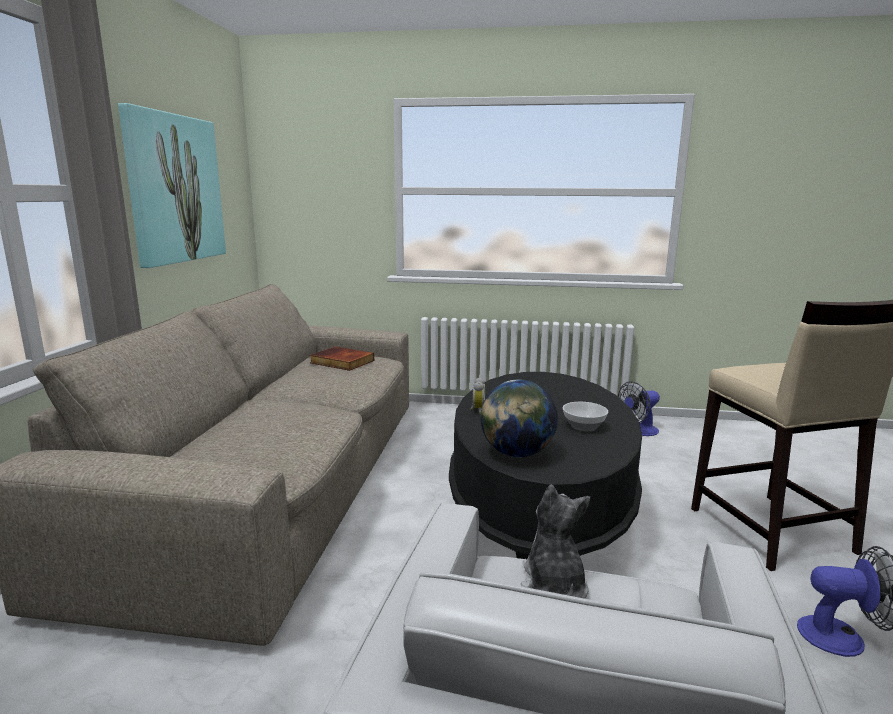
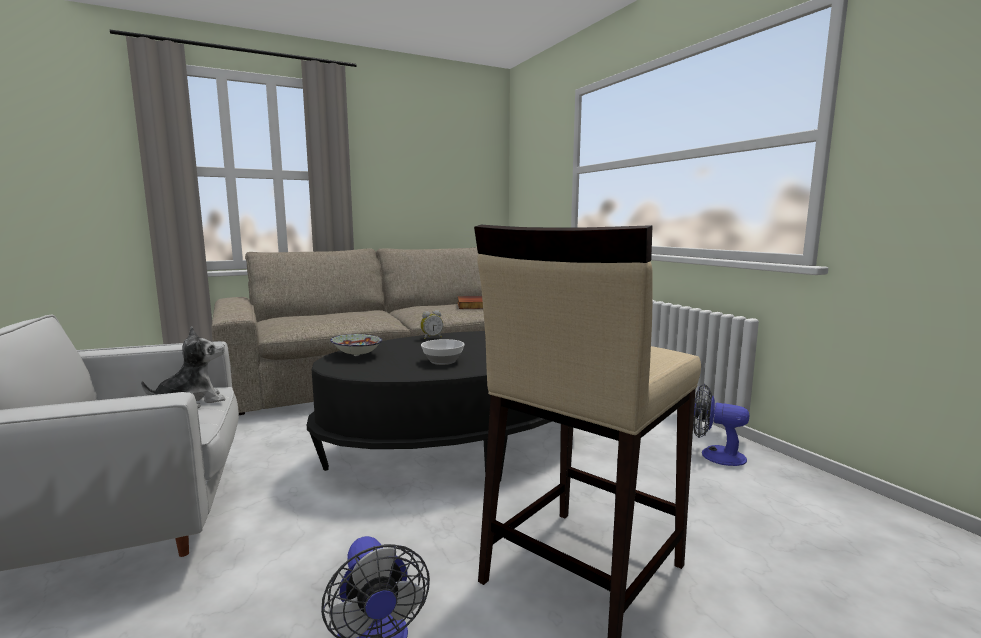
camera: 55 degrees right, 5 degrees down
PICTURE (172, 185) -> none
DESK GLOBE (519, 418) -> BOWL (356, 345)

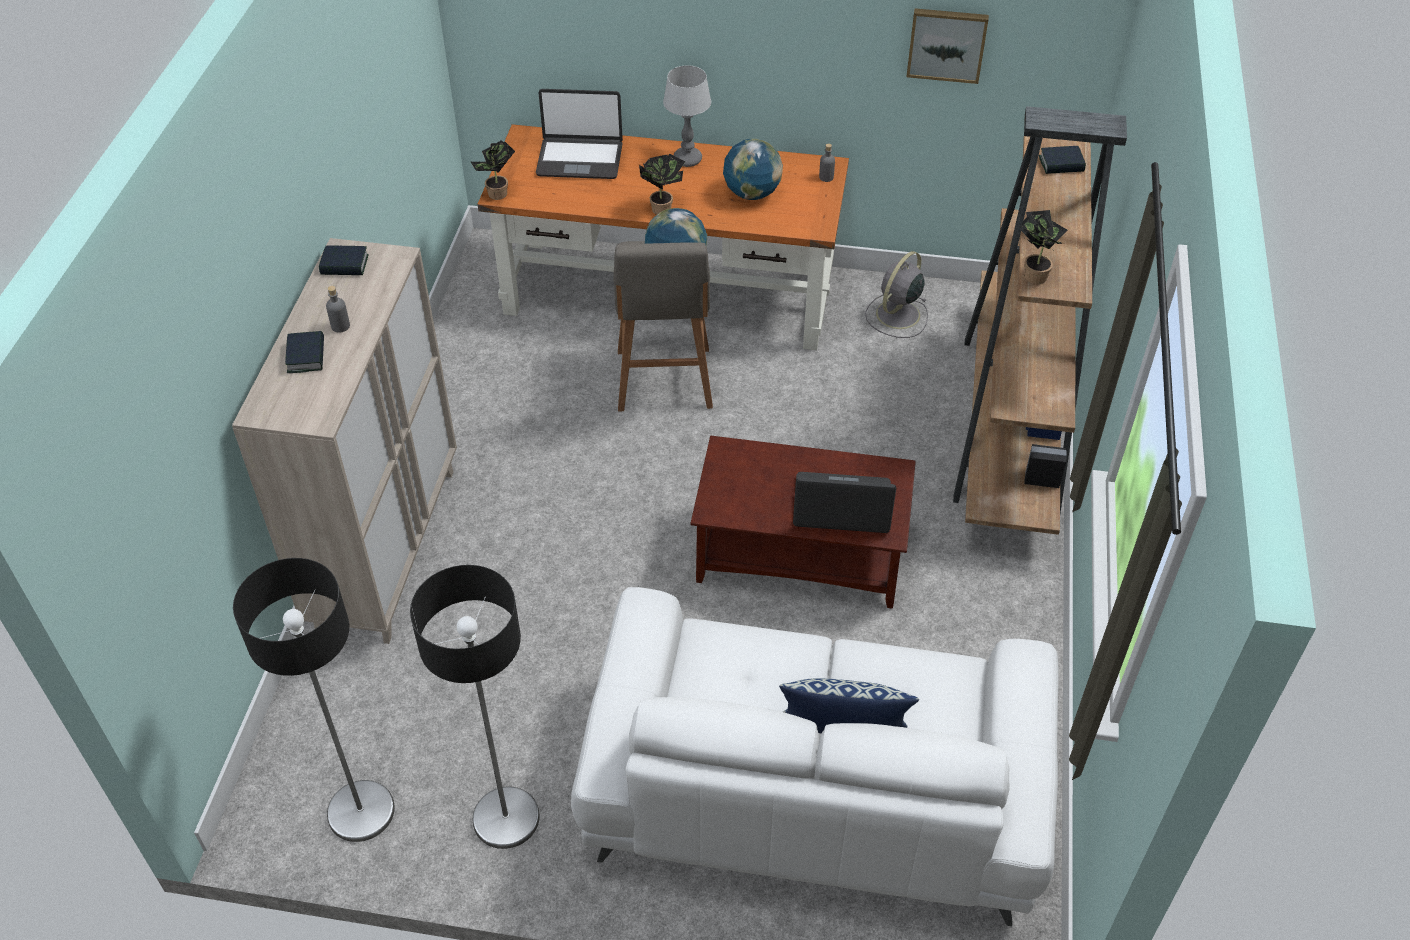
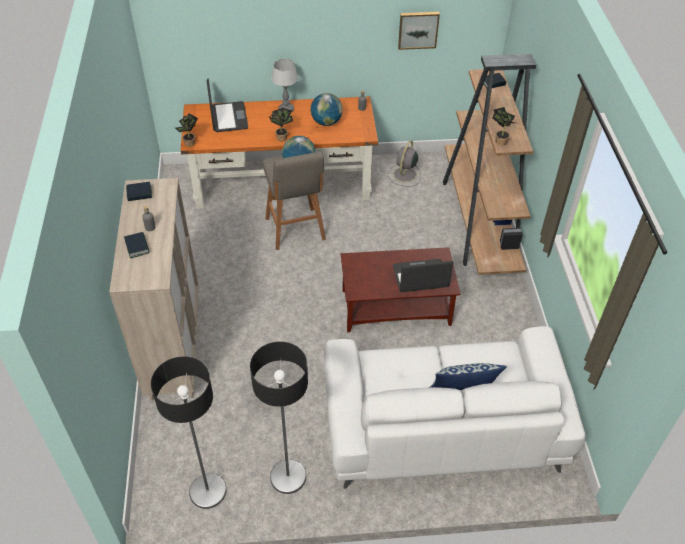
camera: 15 degrees left, 0 degrees up
NOTEBOOK COMPUTER (579, 134) -> NOTEBOOK COMPUTER (227, 105), 90 degrees counterclockwise

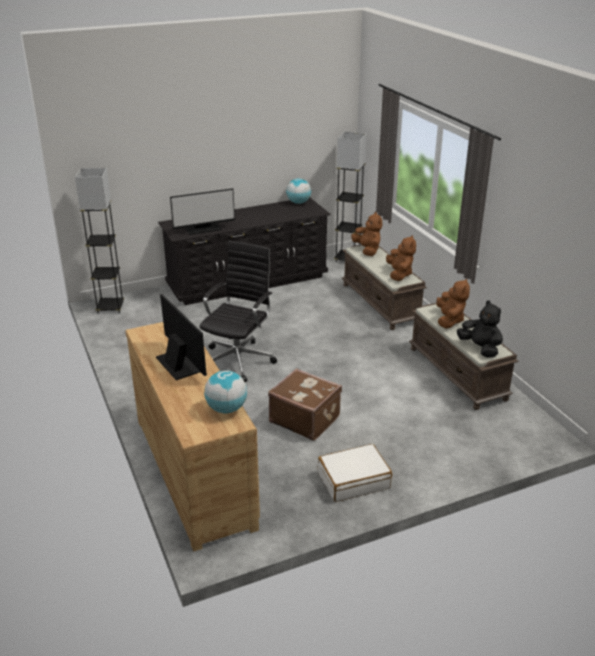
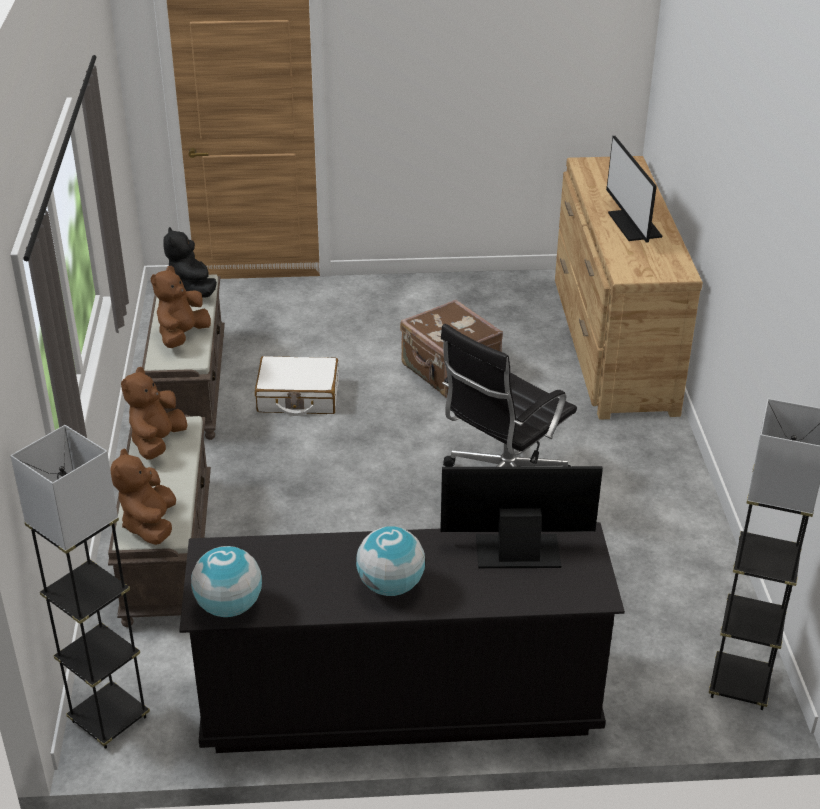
camera: 160 degrees left, 5 degrees up
DESK GLOBE (225, 391) -> DESK GLOBE (390, 561), relocated
WHITE TRAVEL CASE (355, 473) -> WHITE TRAVEL CASE (297, 386), relocated

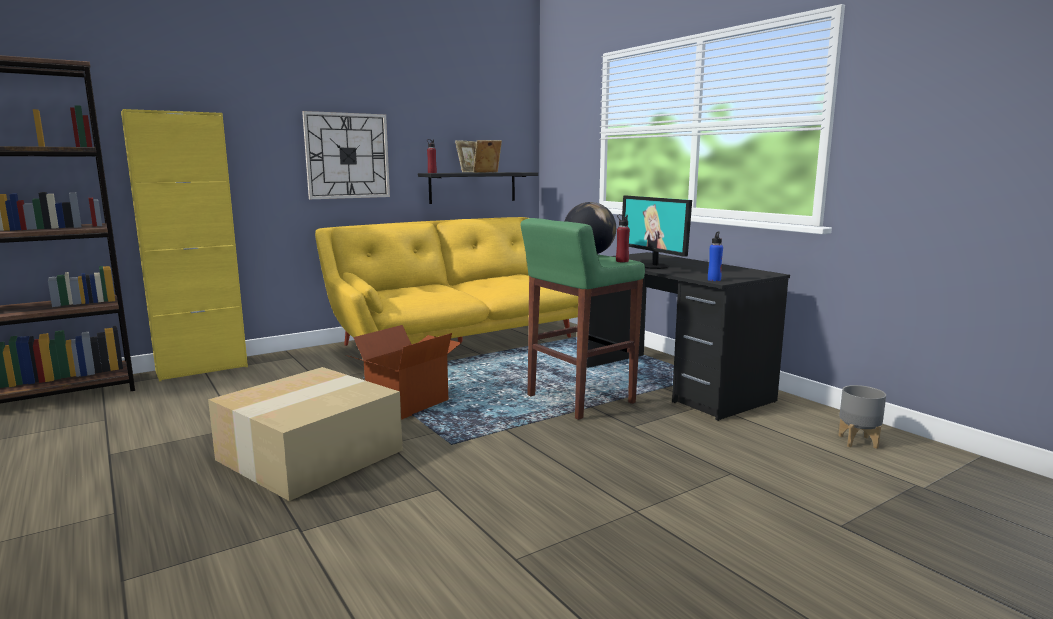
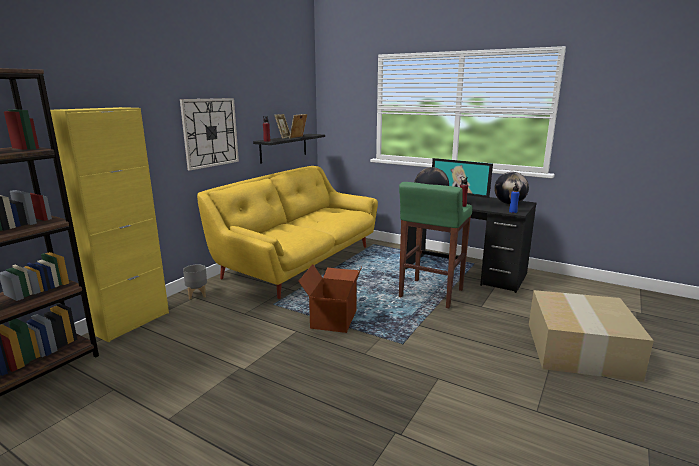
camera: 25 degrees left, 5 degrees up
CARTON (305, 434) -> CARTON (591, 336), relocated
GREY PLANT POT (862, 417) -> GREY PLANT POT (195, 281), relocated
none -> DESK GLOBE (511, 188)

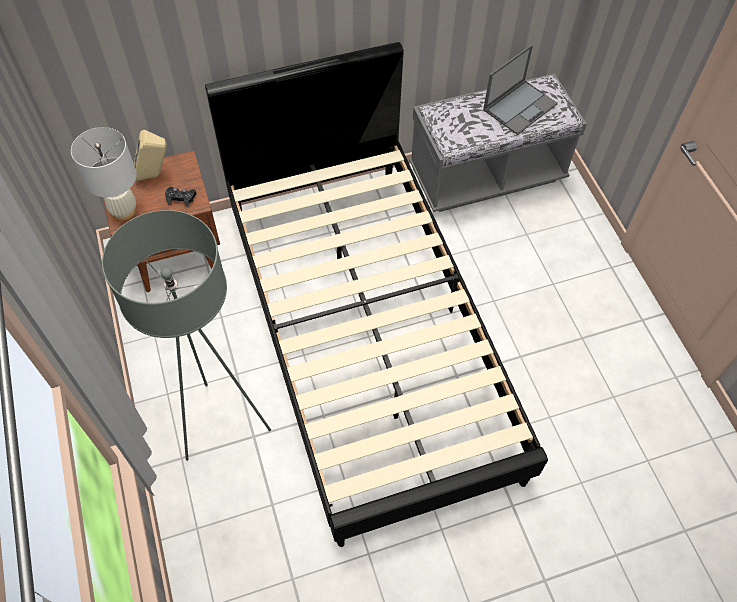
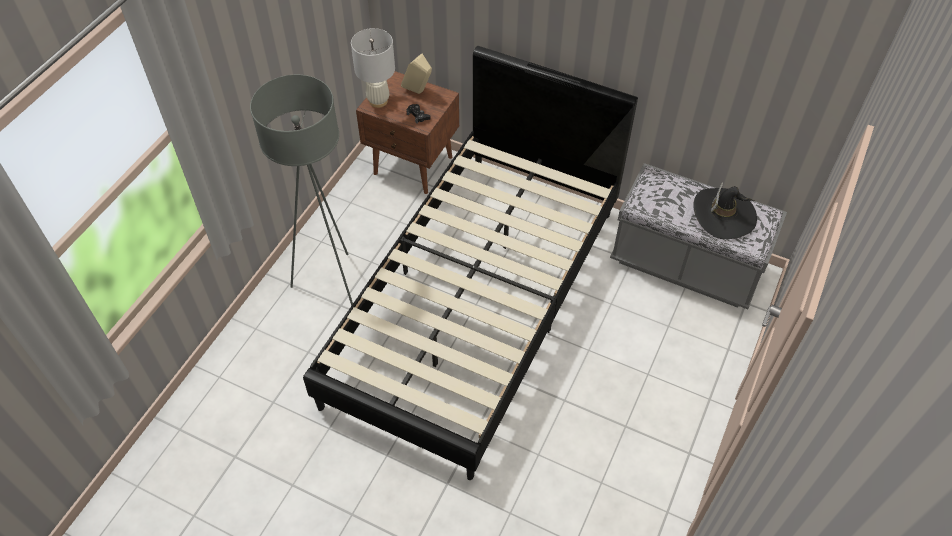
camera: 45 degrees right, 5 degrees down
NOTEBOOK COMPUTER (520, 89) -> BLACKISH CLOTHING HAT (725, 210)

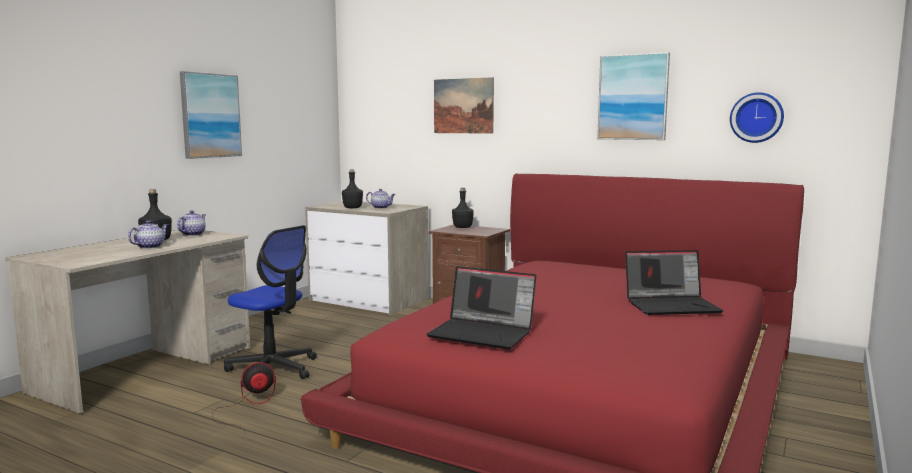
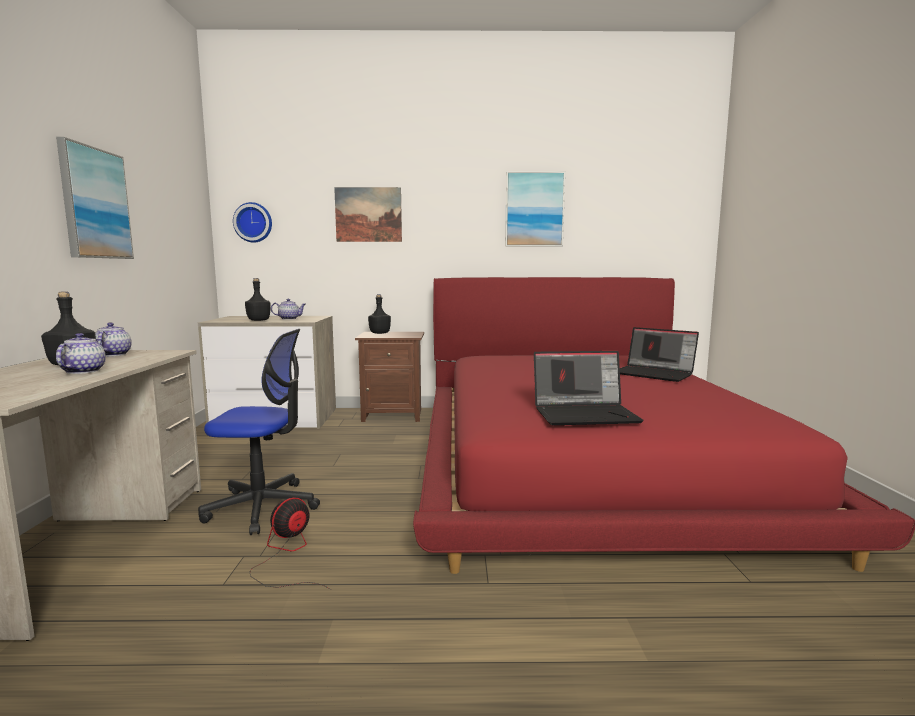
camera: 30 degrees left, 0 degrees up
NOTEBOOK COMPUTER (674, 282) -> NOTEBOOK COMPUTER (659, 354), 75 degrees clockwise
CLOCK ON THE WALL (757, 117) -> CLOCK ON THE WALL (252, 222), relocated

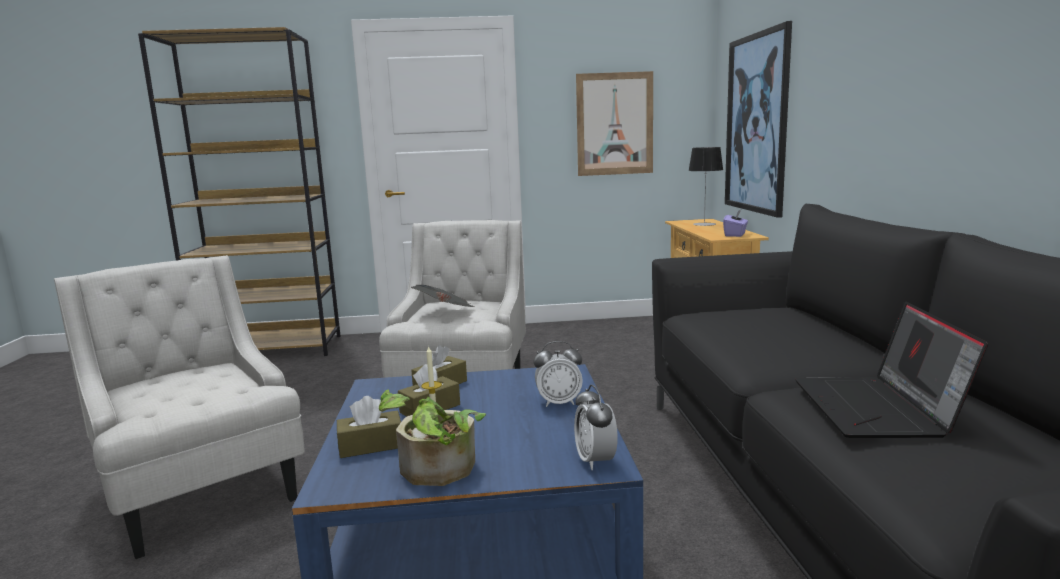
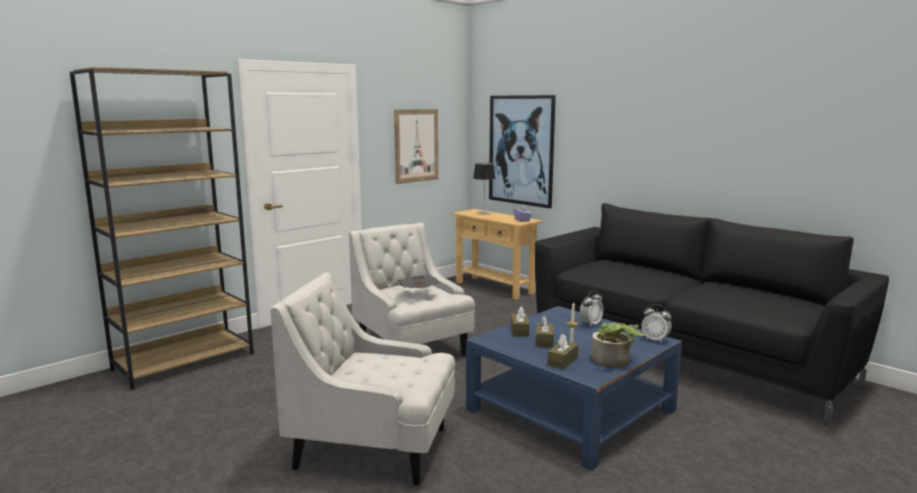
camera: 40 degrees left, 0 degrees up
NOTEBOOK COMPUTER (891, 369) -> none

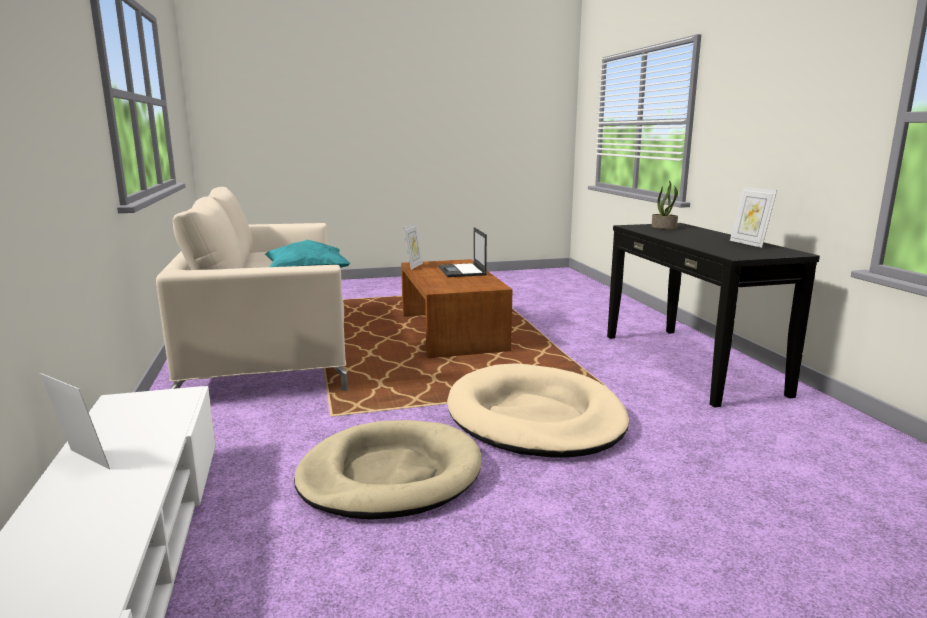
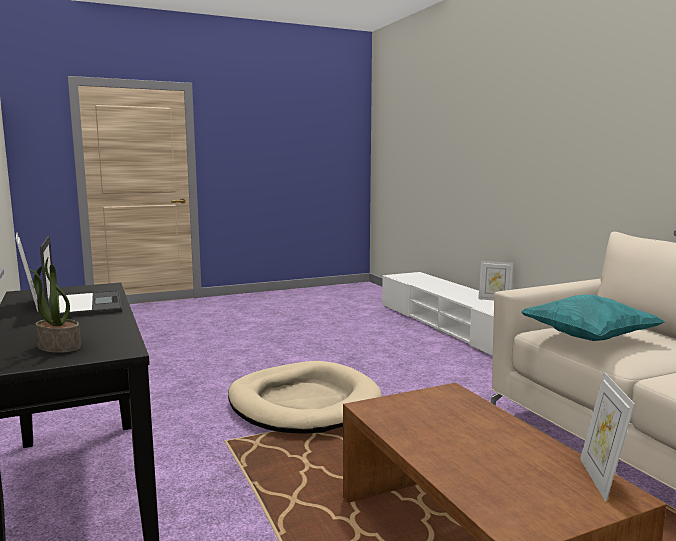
camera: 170 degrees right, 5 degrees down
BEIGE DOG BED (388, 470) -> none
NOTEBOOK COMPUTER (462, 252) -> NOTEBOOK COMPUTER (81, 277), relocated

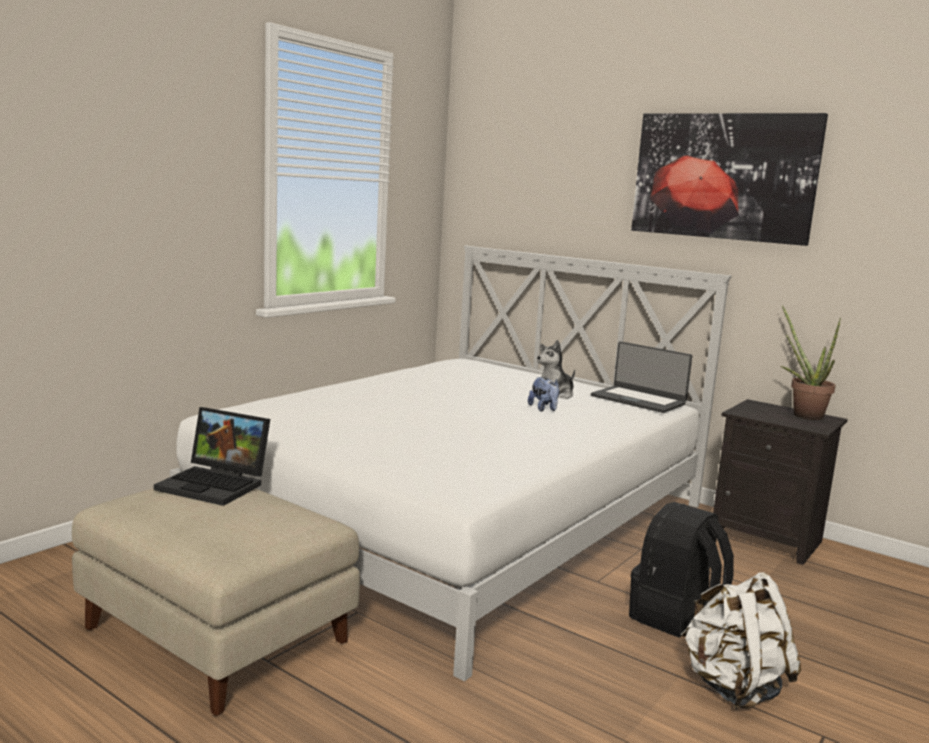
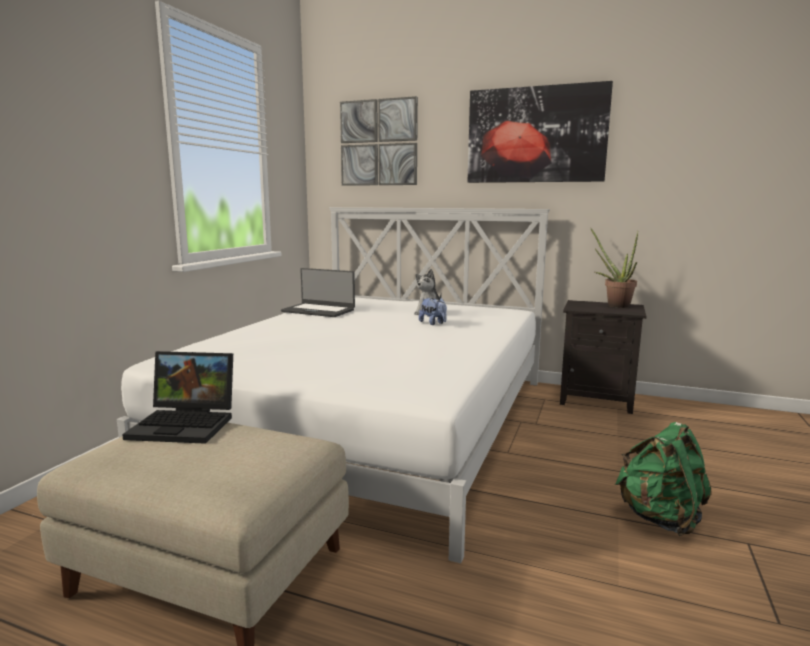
camera: 15 degrees left, 0 degrees up
NOTEBOOK COMPUTER (641, 377) -> NOTEBOOK COMPUTER (318, 292), relocated
BLACKISH RUCKSACK (681, 570) -> none
WHITE RUCKSACK (740, 640) -> GREENISH RUCKSACK (663, 479)
none -> PICTURE (379, 141)

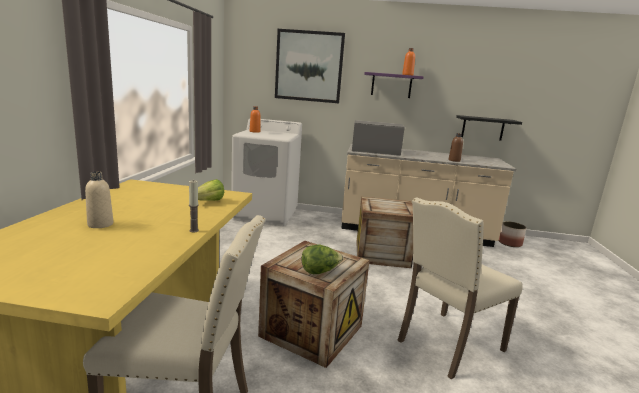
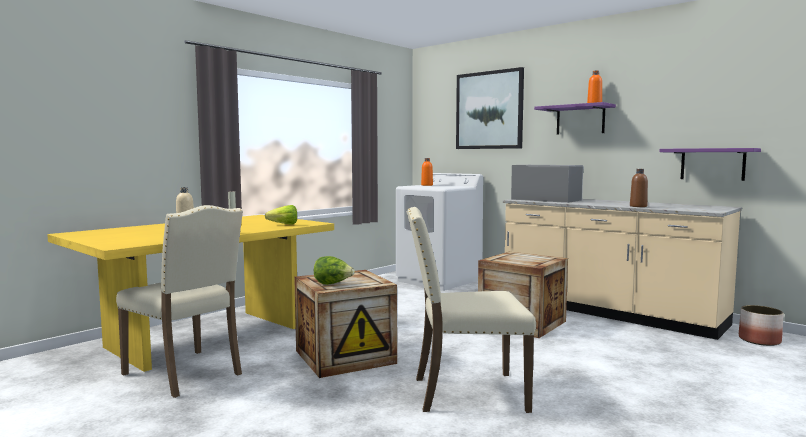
camera: 35 degrees right, 10 degrees down
BLACKISH WALL SHELF (489, 128) -> PURPLE-COLOURED WALL SHELF (710, 164)

